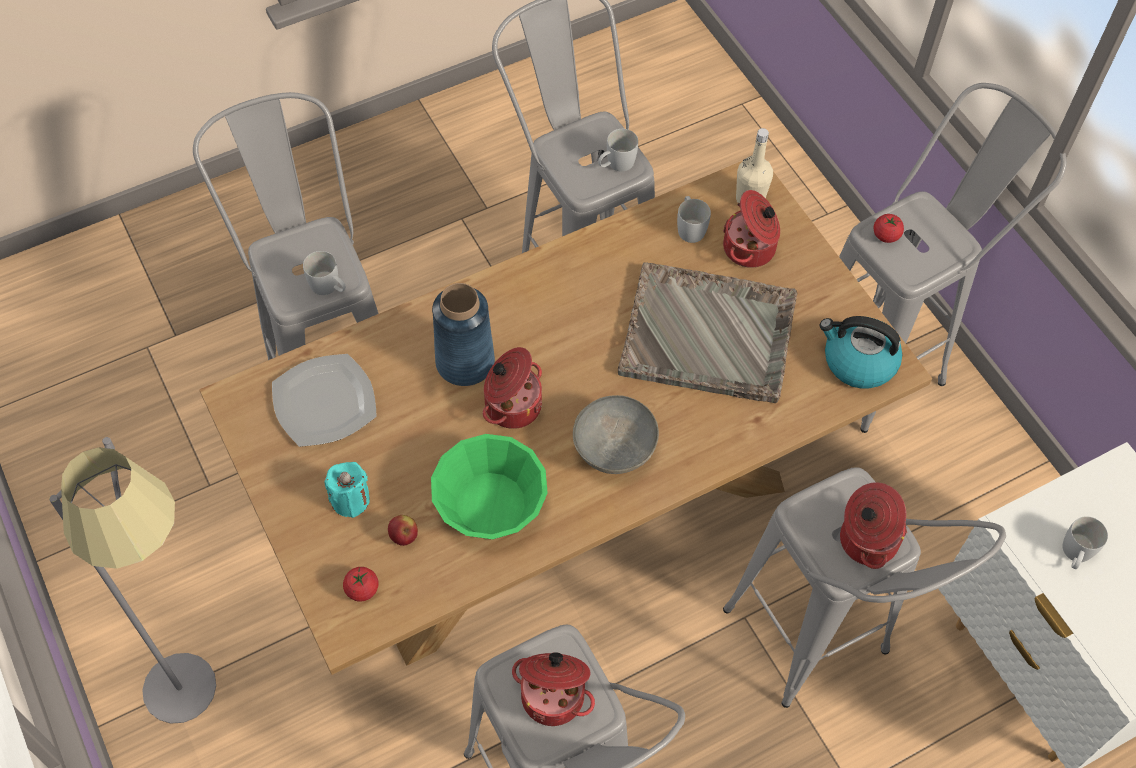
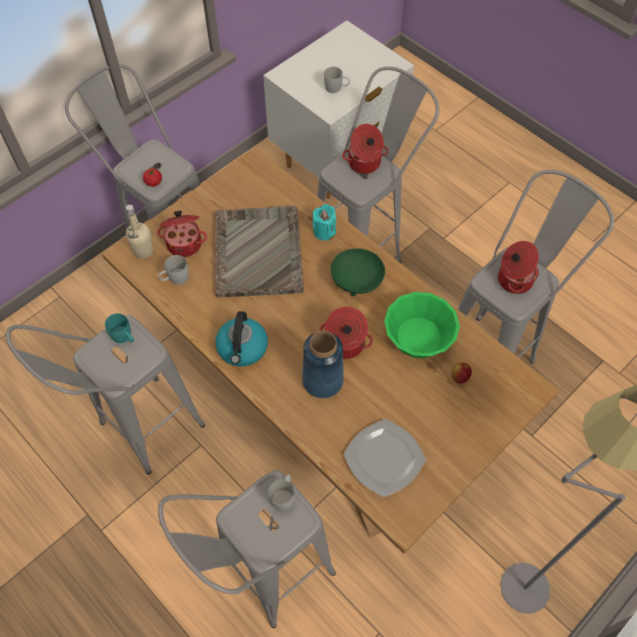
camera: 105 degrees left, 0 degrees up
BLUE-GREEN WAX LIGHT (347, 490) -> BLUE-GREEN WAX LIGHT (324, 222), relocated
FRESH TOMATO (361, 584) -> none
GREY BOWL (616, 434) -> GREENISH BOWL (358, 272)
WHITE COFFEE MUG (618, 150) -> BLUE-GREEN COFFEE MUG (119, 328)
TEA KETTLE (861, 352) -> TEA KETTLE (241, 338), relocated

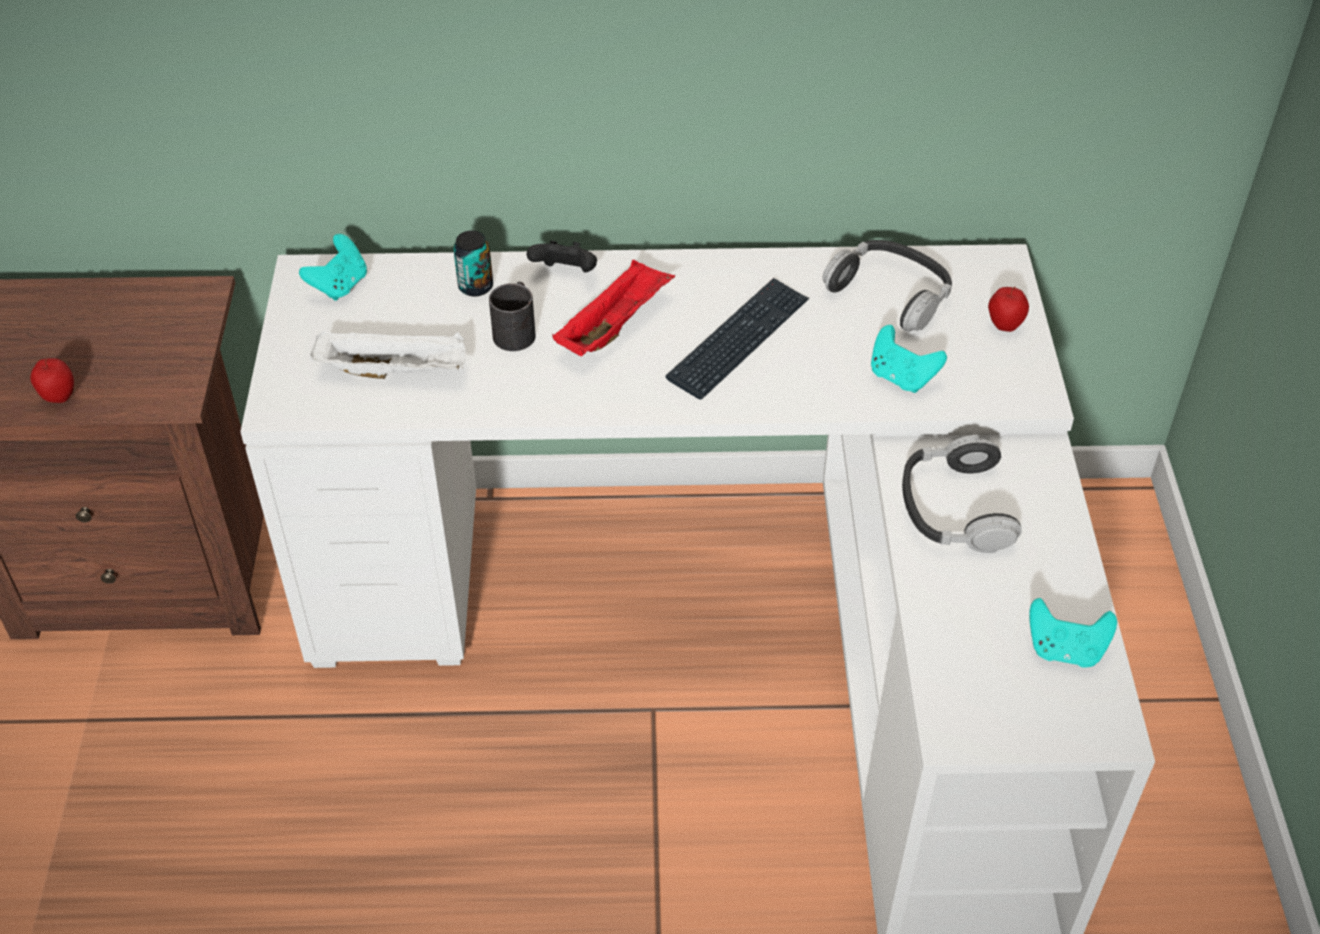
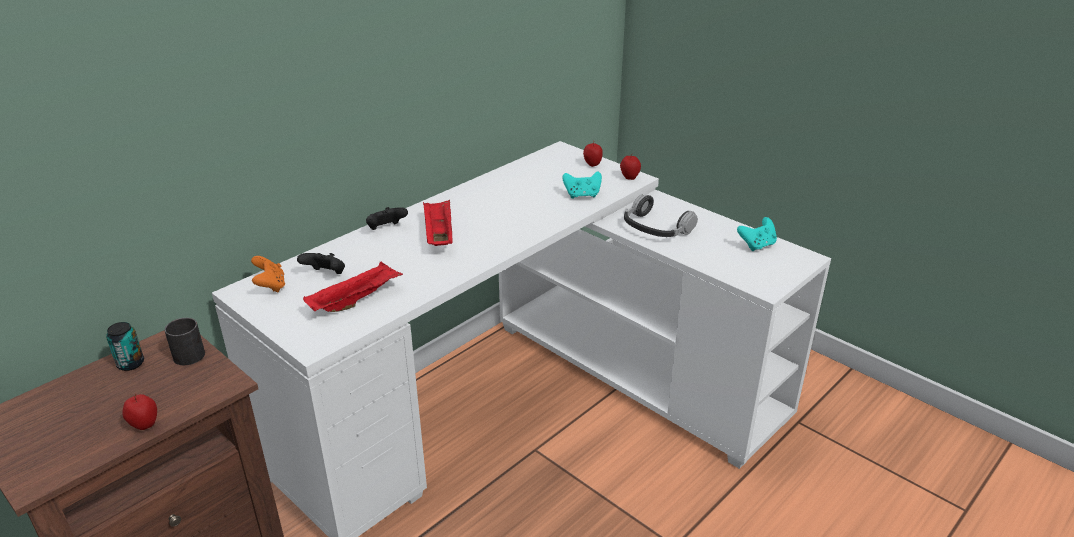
camera: 45 degrees left, 15 degrees down
BLUE-GREEN GAMEPAD (333, 267) -> ORANGE-COLOURED GAMEPAD (268, 274)
WHITE SERVING TRAY (388, 354) -> REDDISH SERVING TRAY (353, 286)
CAN (473, 264) -> CAN (125, 346), relocated
BLACKISH COFFEE MUG (512, 316) -> BLACKISH COFFEE MUG (185, 341), relocated
COMPUTER KEYBOARD (738, 339) -> none
PAIR OF HEADPHONES (887, 286) -> none
none -> BLACKISH GAMEPAD (321, 263)
none -> WHOLE APPLE (630, 166)

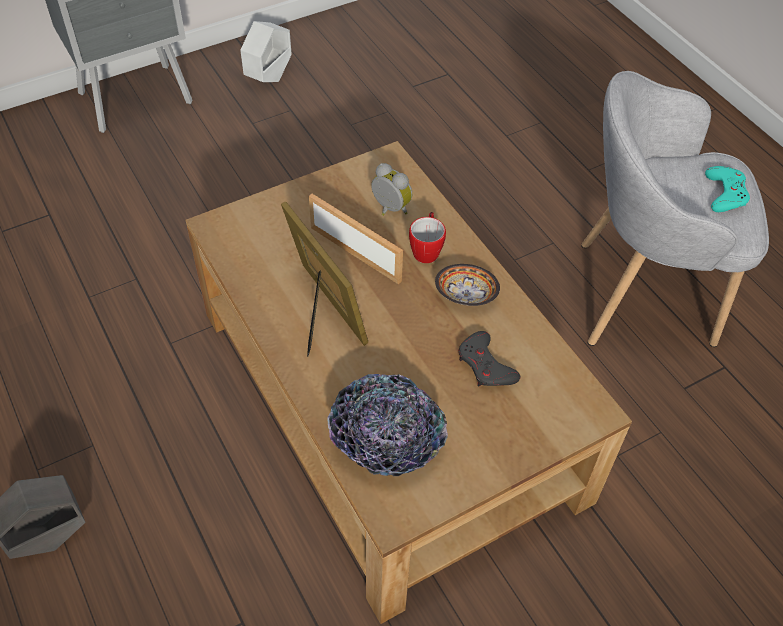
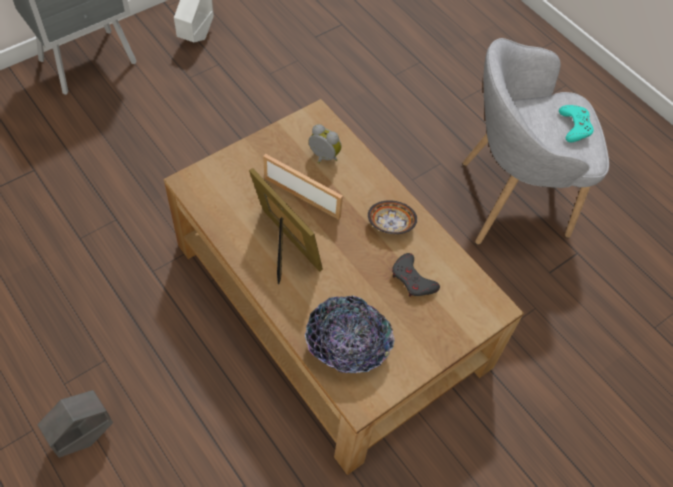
camera: 10 degrees left, 5 degrees up
COFFEE MUG (427, 237) -> none

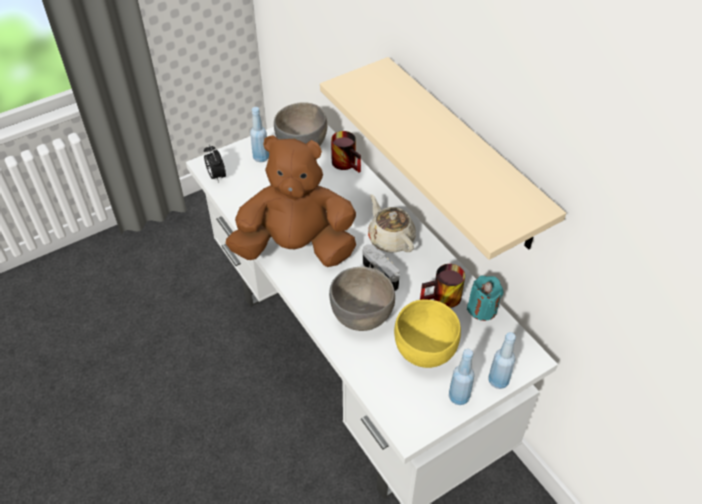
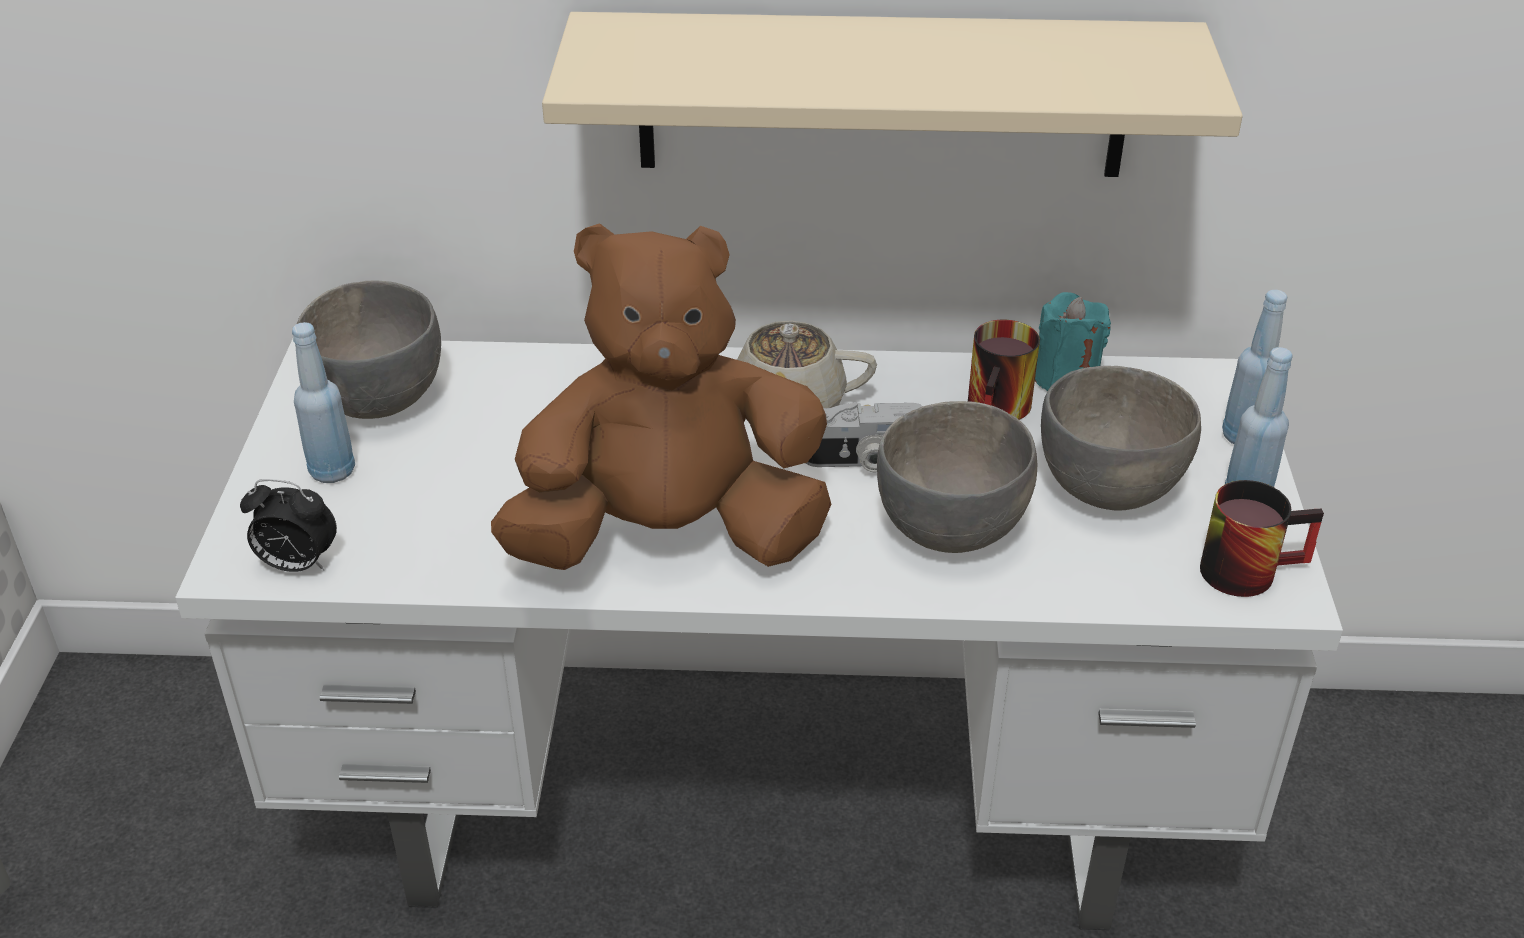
camera: 55 degrees left, 10 degrees down
BROWN CUDDLY TOY (291, 201) -> BROWN CUDDLY TOY (661, 396), 45 degrees clockwise
COFFEE MUG (346, 152) -> COFFEE MUG (1262, 538), relocated
YELLOW BOWL (427, 333) -> GREY BOWL (1121, 438)

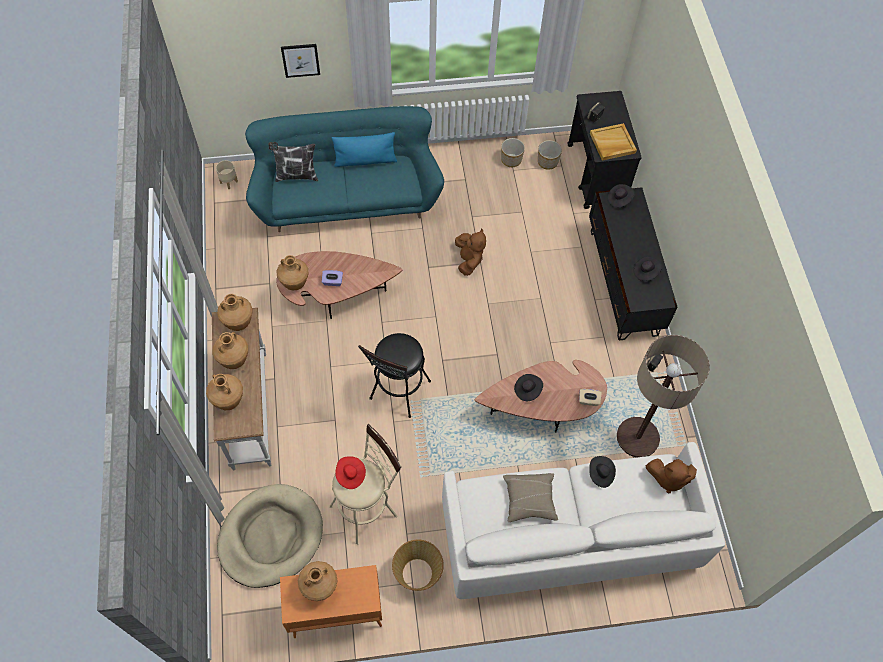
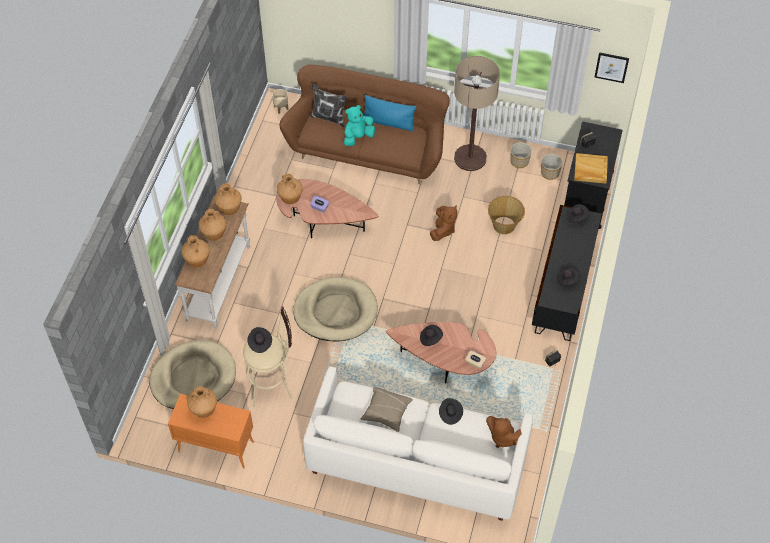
camera: 25 degrees right, 5 degrees down
BLUE-GREEN SOFA (344, 169) -> BROWN SOFA (364, 124)
PICTURE (300, 61) -> PICTURE (612, 67), relocated
REDDISH CLOTHING HAT (350, 472) -> BLACKISH CLOTHING HAT (259, 340)
BLACKISH STOOL (394, 375) -> BEIGE DOG BED (335, 309)
BASKET (418, 565) -> BASKET (506, 215), relocated
STANDARD LAMP (663, 396) -> STANDARD LAMP (477, 113), relocated
none -> BLUE-GREEN CUDDLY TOY (359, 125)

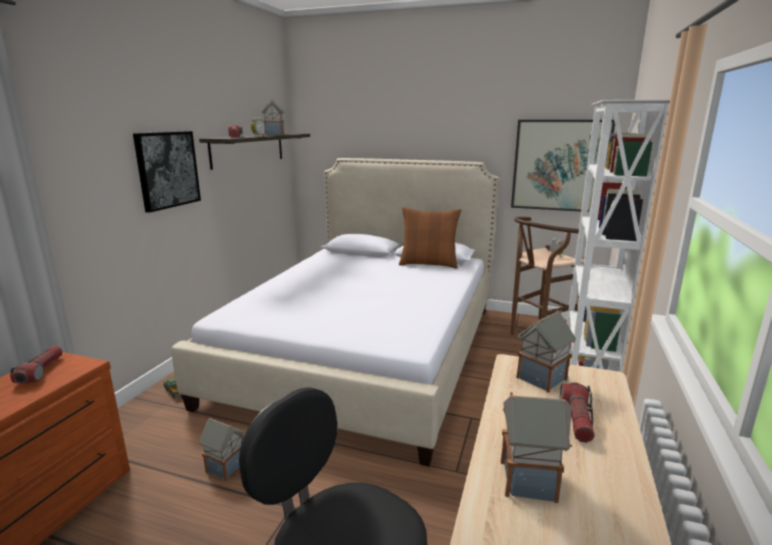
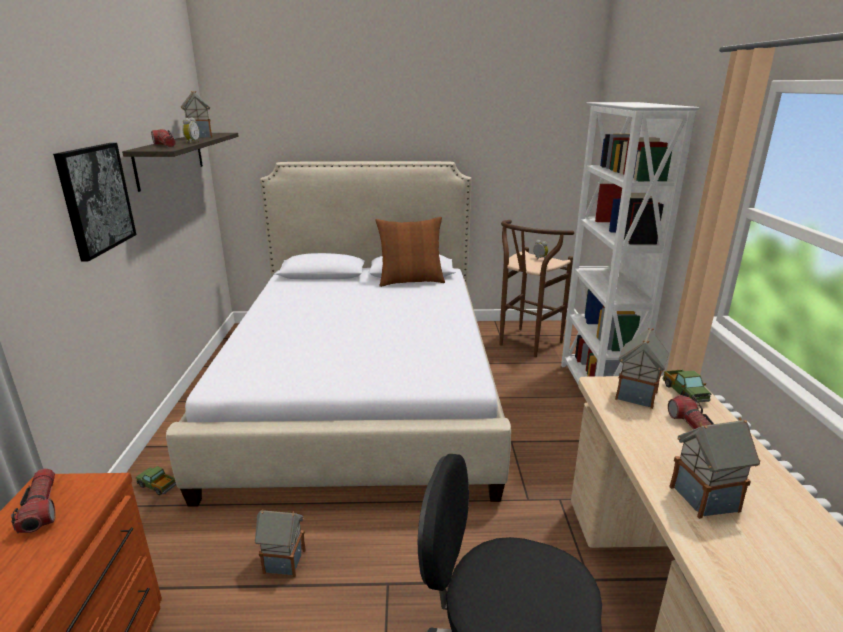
camera: 20 degrees left, 5 degrees up
PICTURE (563, 166) -> none
none -> TOY LORRY (687, 386)

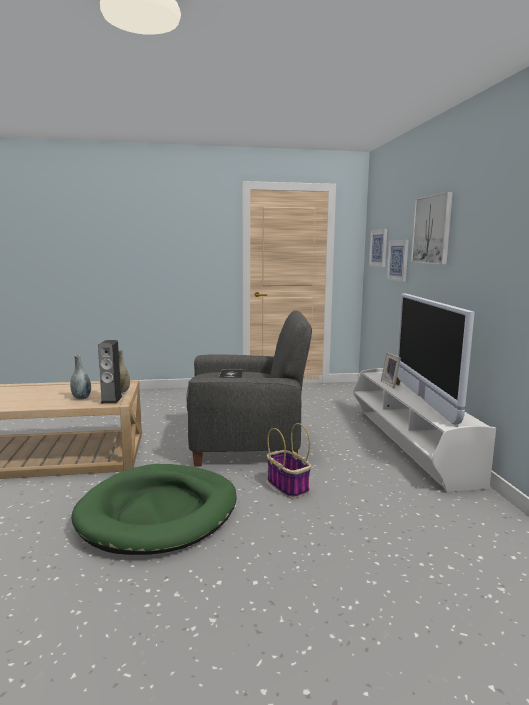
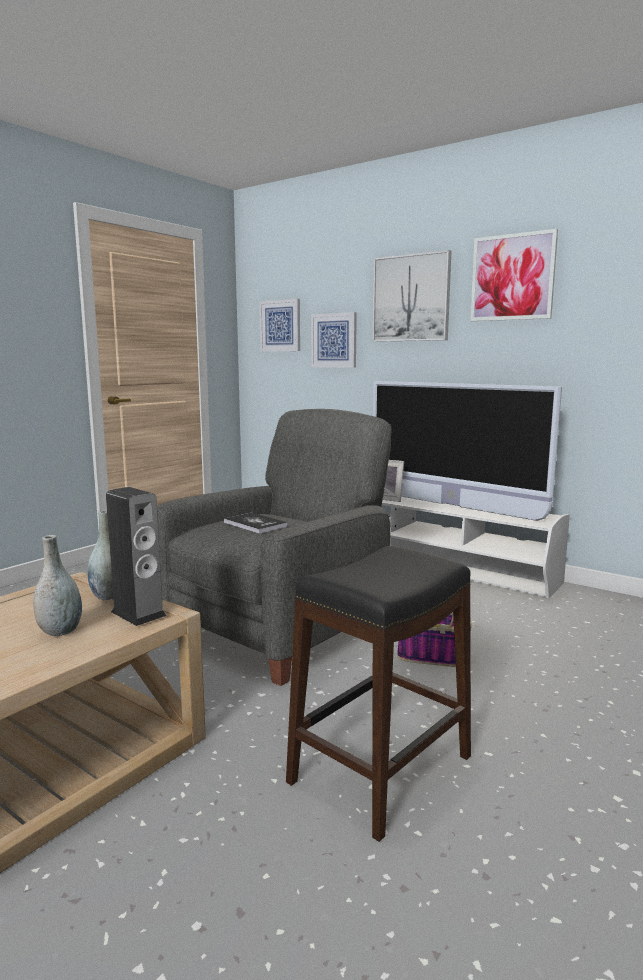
camera: 45 degrees left, 0 degrees up
GREENISH DOG BED (154, 509) -> BLACKISH STOOL (378, 694)
none -> PICTURE (514, 275)

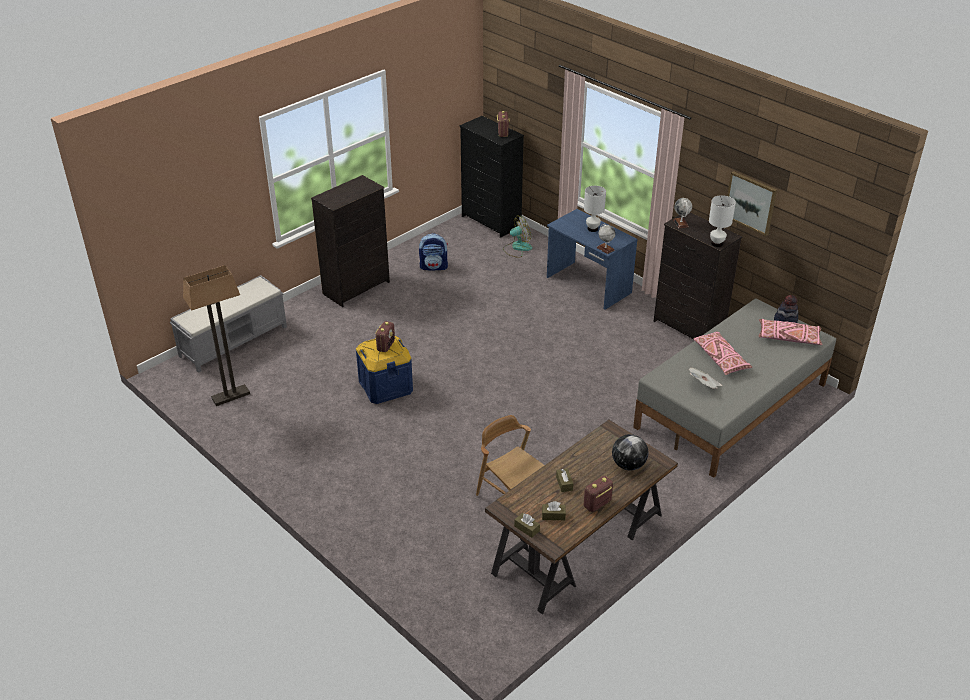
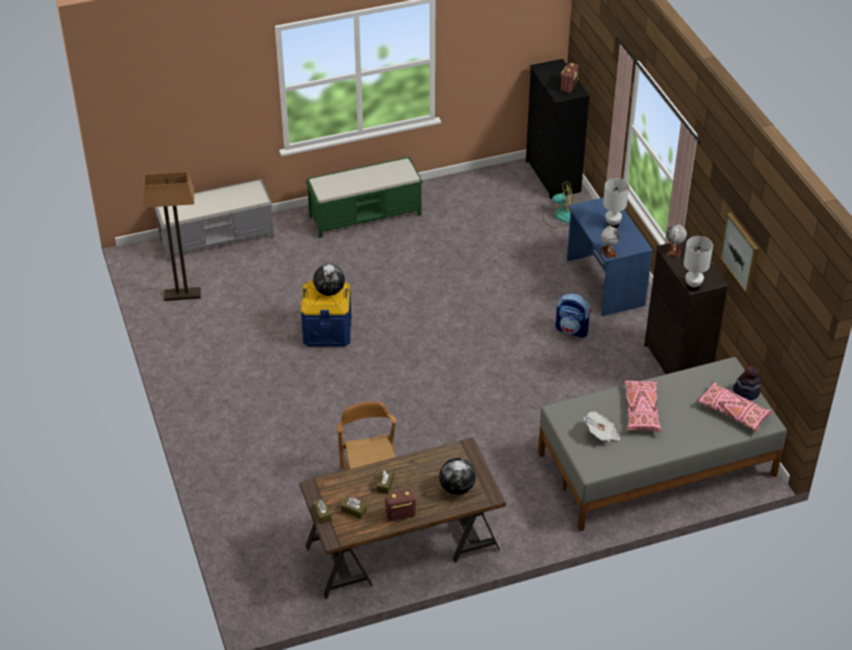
camera: 25 degrees right, 5 degrees up
BLACKISH CHEST OF DRAWERS (350, 241) -> GREENISH BENCH (364, 197)
RADIO RECEIVER (385, 336) -> DESK GLOBE (329, 280)
RUCKSACK (433, 251) -> RUCKSACK (573, 315), relocated

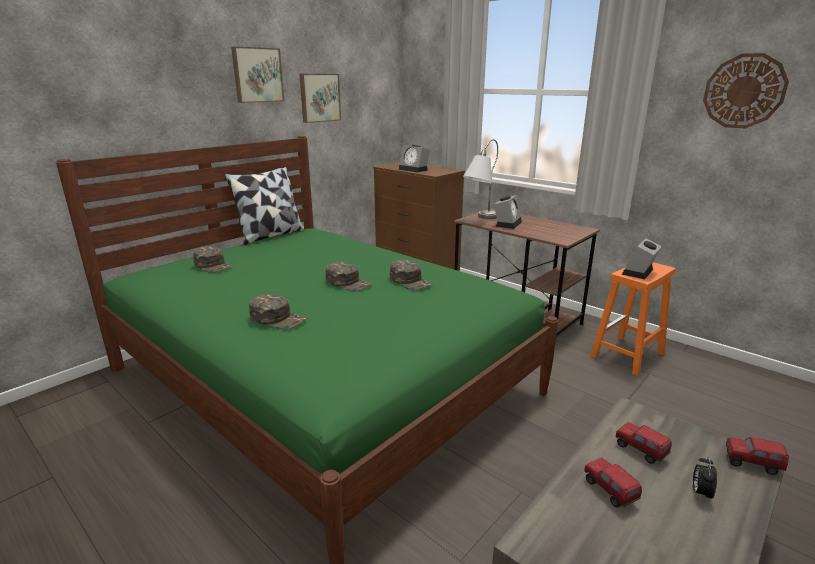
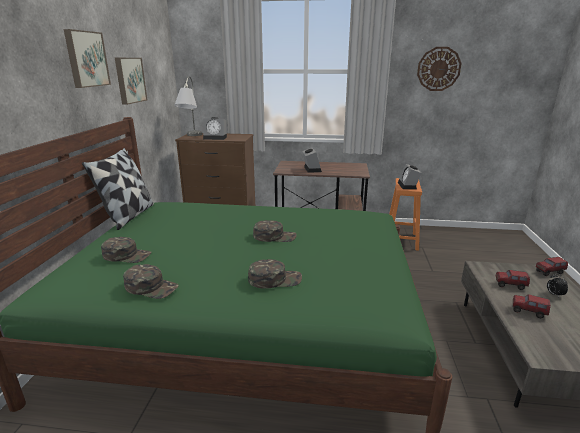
camera: 35 degrees left, 0 degrees up
GREENISH PEAKED CAP (411, 274) -> GREENISH PEAKED CAP (151, 281), relocated
GREY LAMP FOR A TABLE (480, 179) -> GREY LAMP FOR A TABLE (188, 106), relocated

